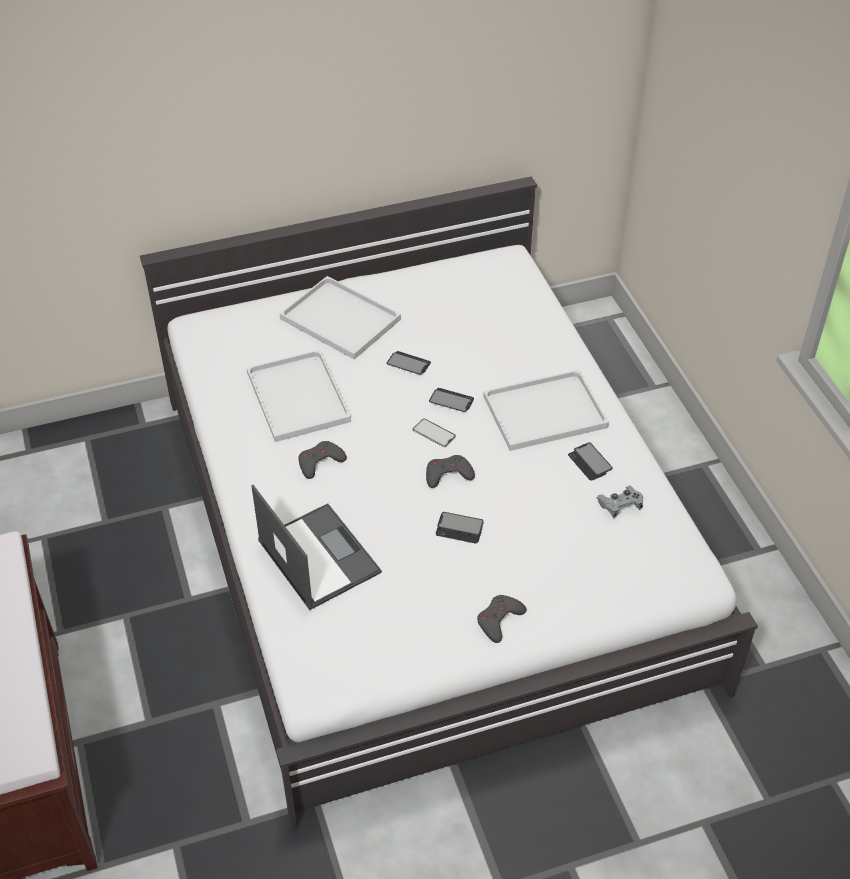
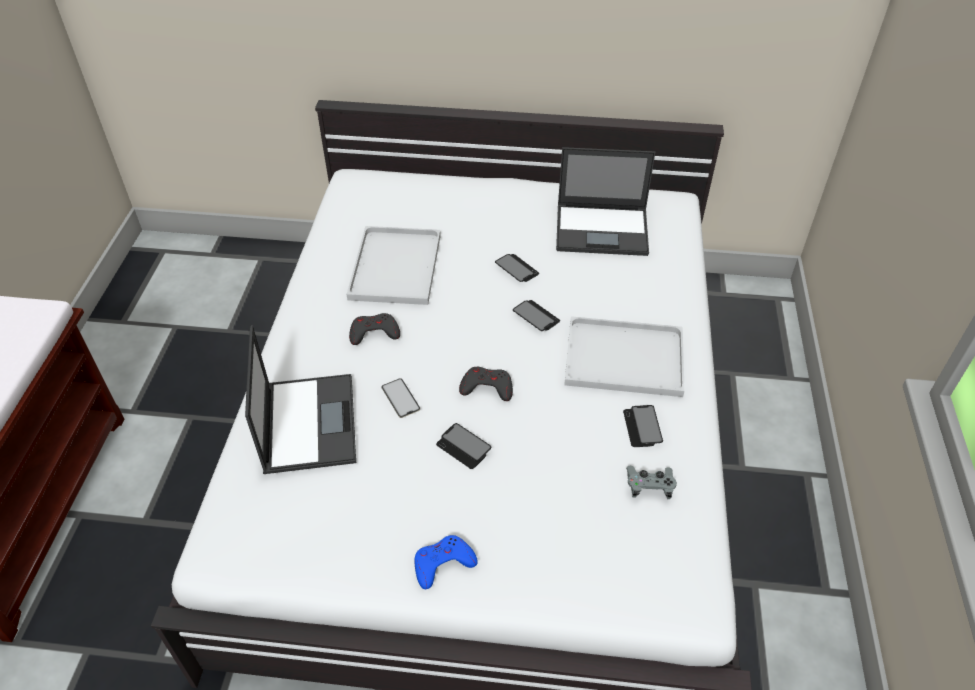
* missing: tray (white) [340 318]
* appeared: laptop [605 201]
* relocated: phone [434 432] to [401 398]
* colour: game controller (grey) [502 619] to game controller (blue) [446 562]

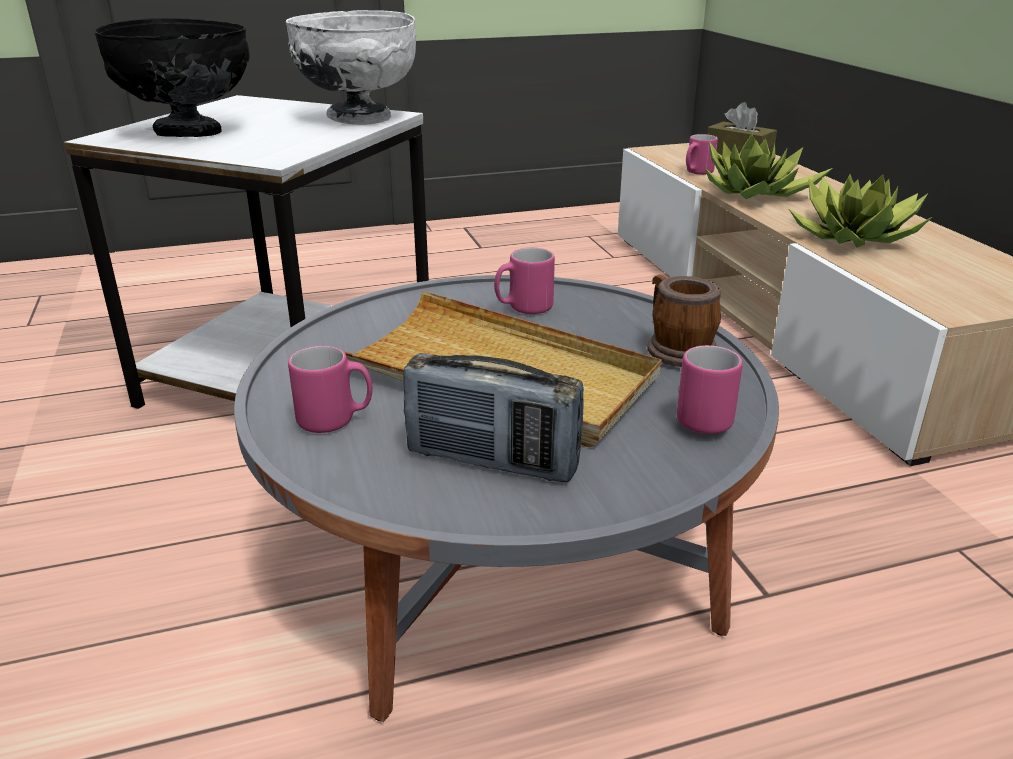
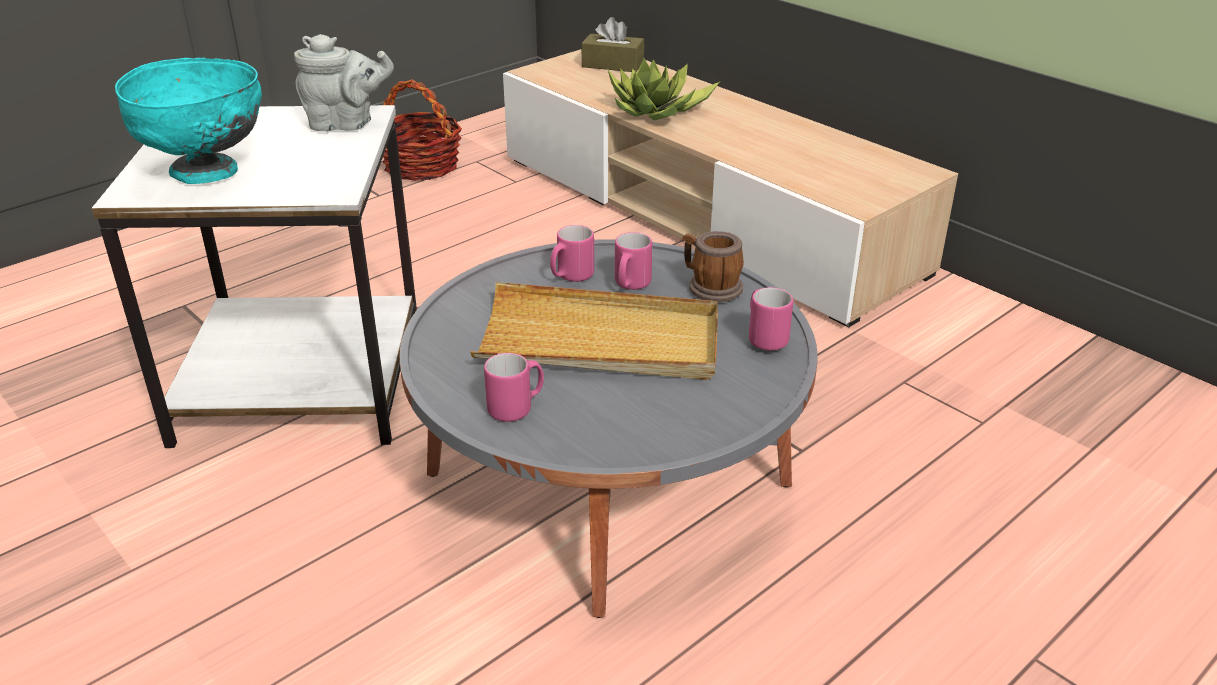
* missing: radio [493 417]
* missing: potted plant [860 211]
* appeared: basket [422 130]
* relocated: mug (pink) [702 154] to [633 261]
* exchanged: bowl (white) [351 67] to teapot (grey) [344 82]
* colour: bowl (black) [172 77] to bowl (turquoise) [188 121]

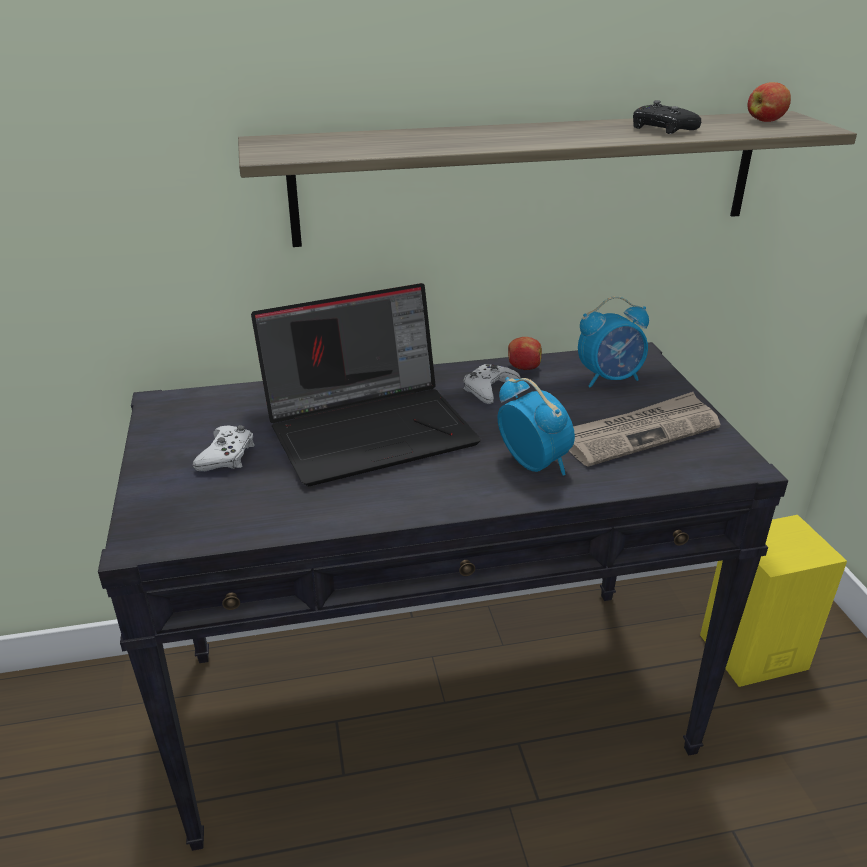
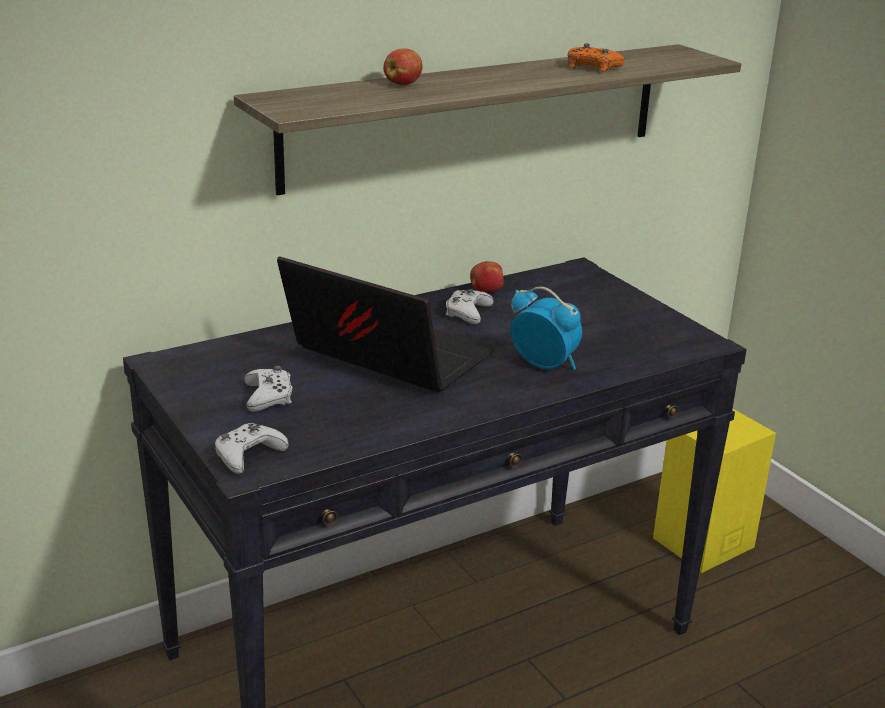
* missing: newspaper [645 429]
* missing: alarm clock [613 342]
* appeared: game controller (white) [252 448]
* relocated: apple [769 102] to [402 66]
* colour: game controller (black) [667 117] to game controller (orange) [596 57]
* spun: laptop [366 384] = [386 324] 105 degrees counterclockwise

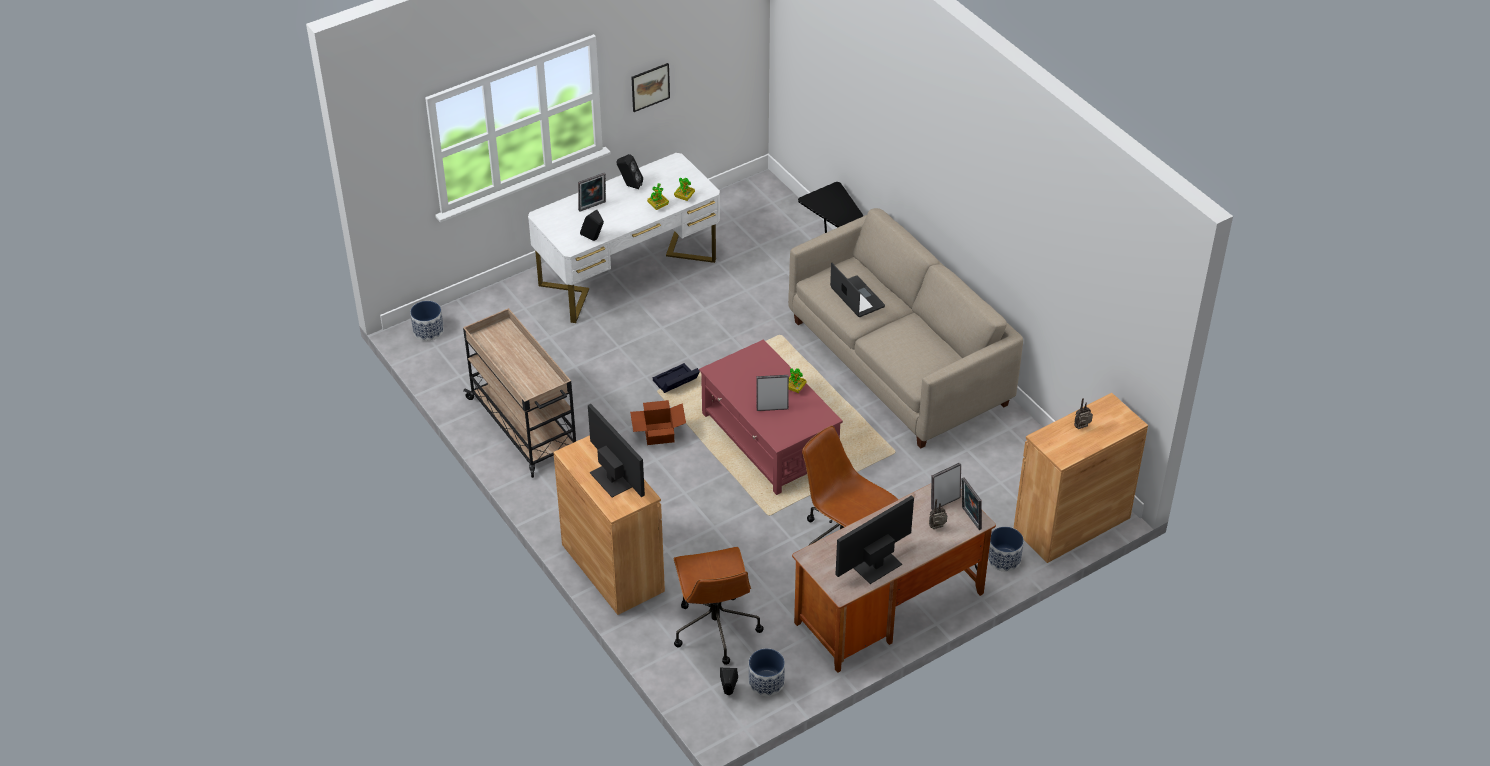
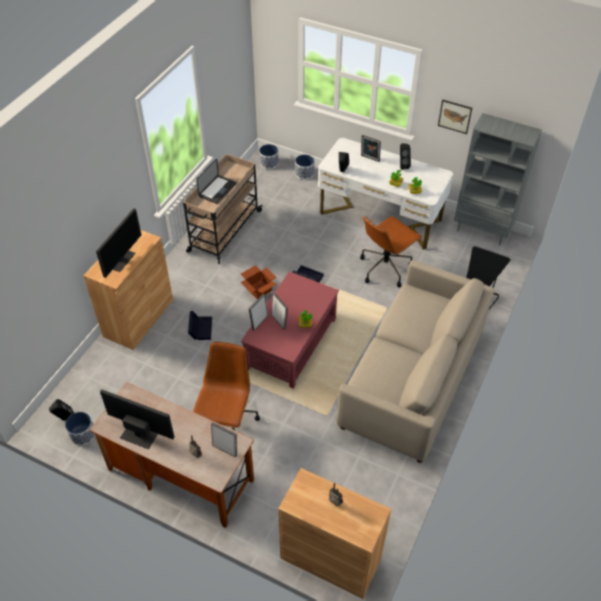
* appeared: storage box (black) [200 325]
* appeared: bookcase (grey) [498 179]
* relocated: office chair (brown) [719 606] to [391 251]
* relocated: laptop [857 290] to [216 181]
* relocated: picture frame [971 503] to [258 312]
* relocated: planter [1006 549] to [304 167]

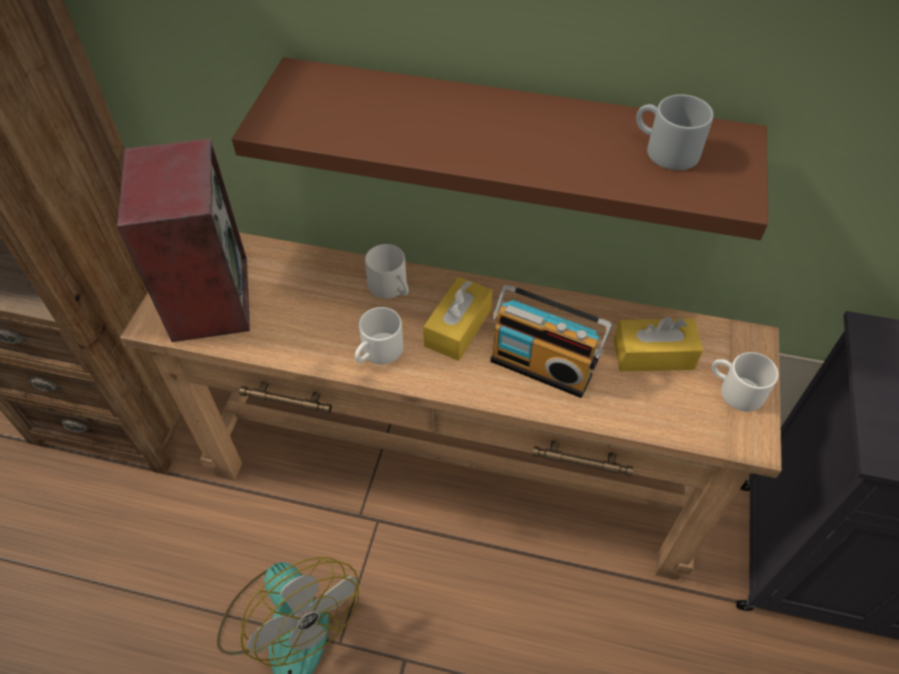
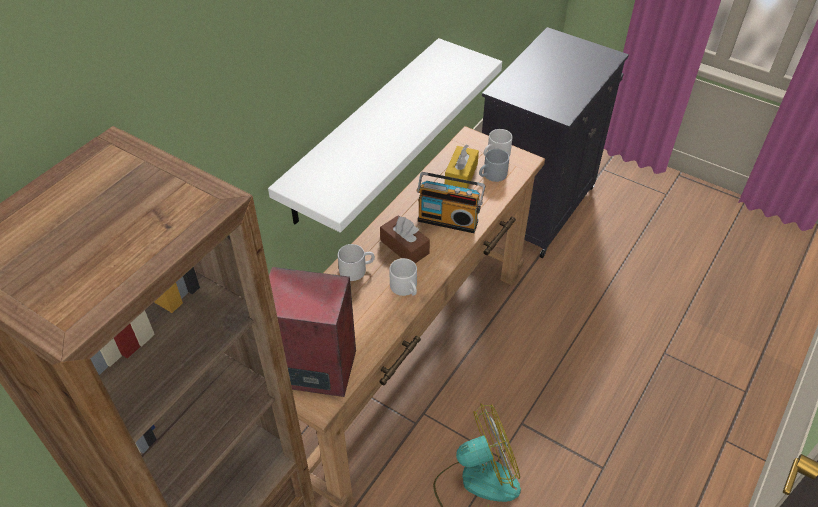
* relocated: mug (grey) [675 132] to [494 165]
* colour: shelf (brown) [500 148] to shelf (white) [385 135]
* colour: tissue box (yellow) [457 318] to tissue box (brown) [405 239]
* spun: radio [551 341] = [451 202] 60 degrees clockwise

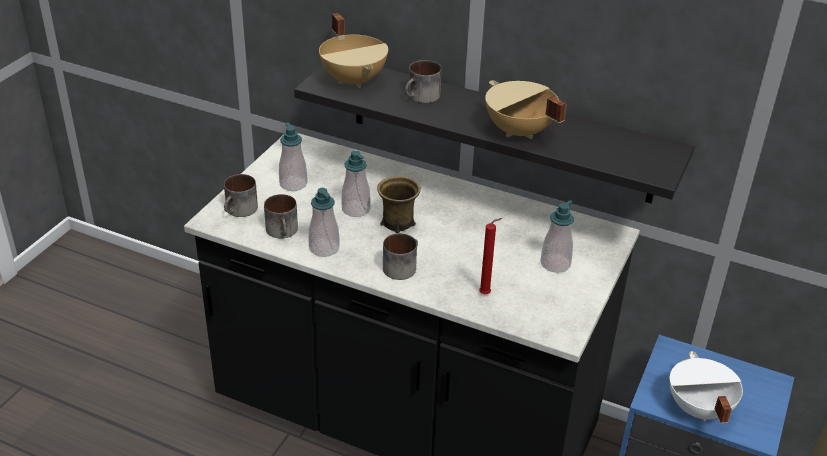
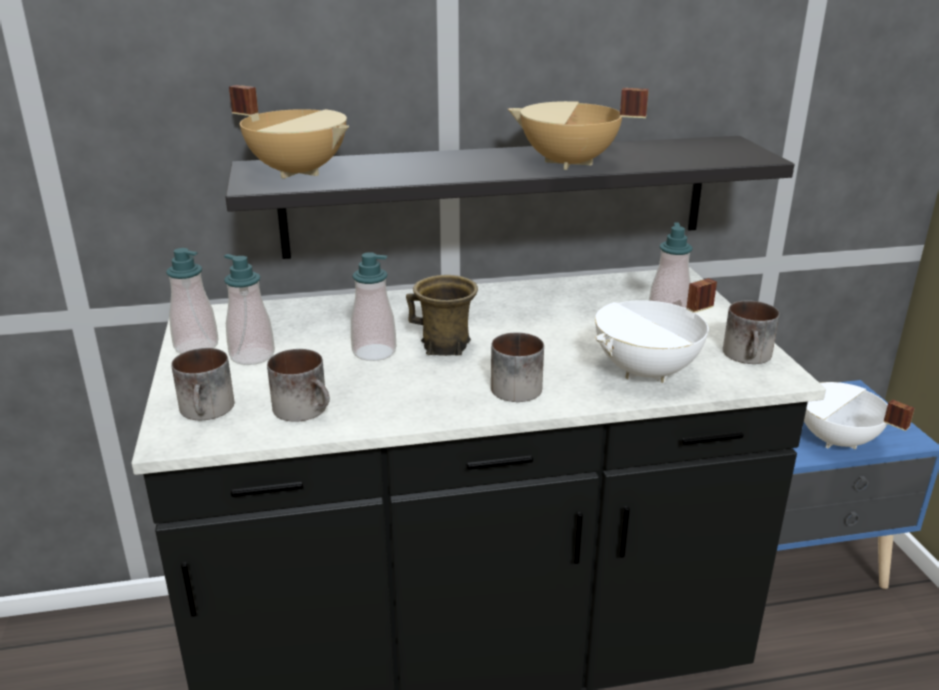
* relocated: soap dispenser [324 222] to [192 300]
* relocated: mug [423 81] to [751 332]
* exchanged: candle (red) [490 256] to cooking pot (white) [656 330]

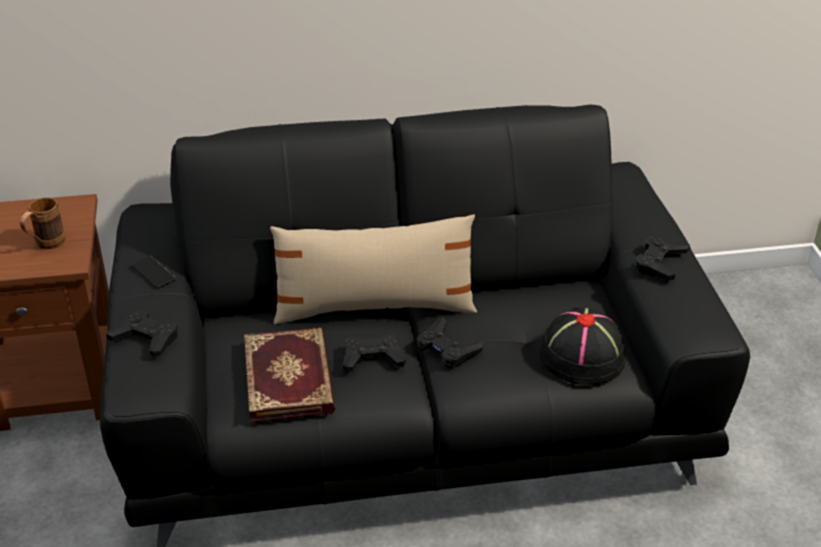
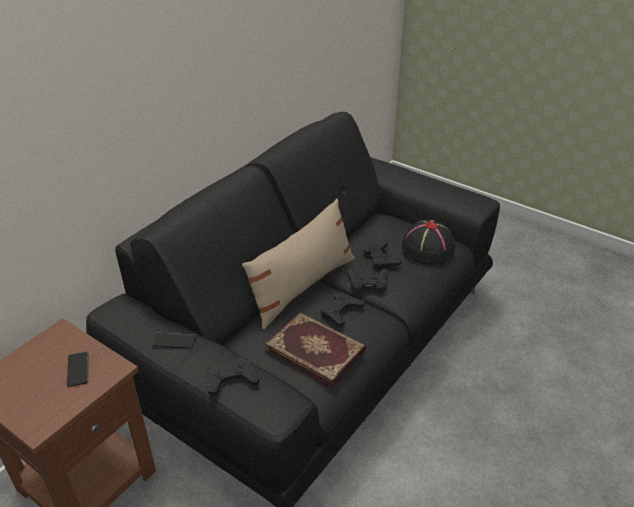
* relocated: game controller (black) [662 258] to [383 255]
* exchanged: mug (brown) [42 223] to phone [77 369]

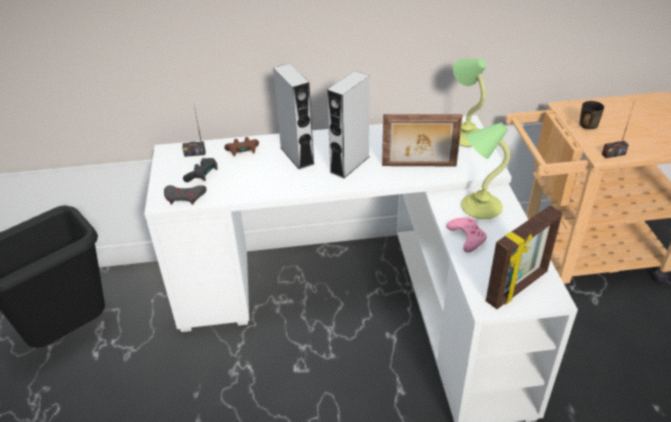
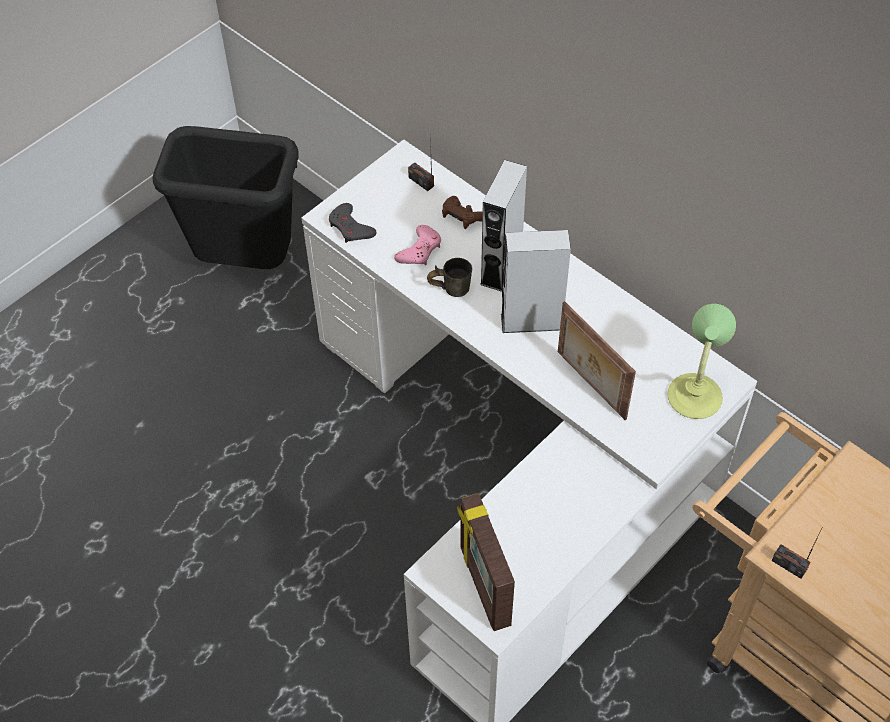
* missing: game controller (black) [200 170]
* missing: table lamp [485 171]
* relocated: game controller (pink) [466 235] to [417 245]
* relocated: mug (grey) [591 115] to [449 277]
* spun: picture frame [524 257] = [486 562] 60 degrees clockwise

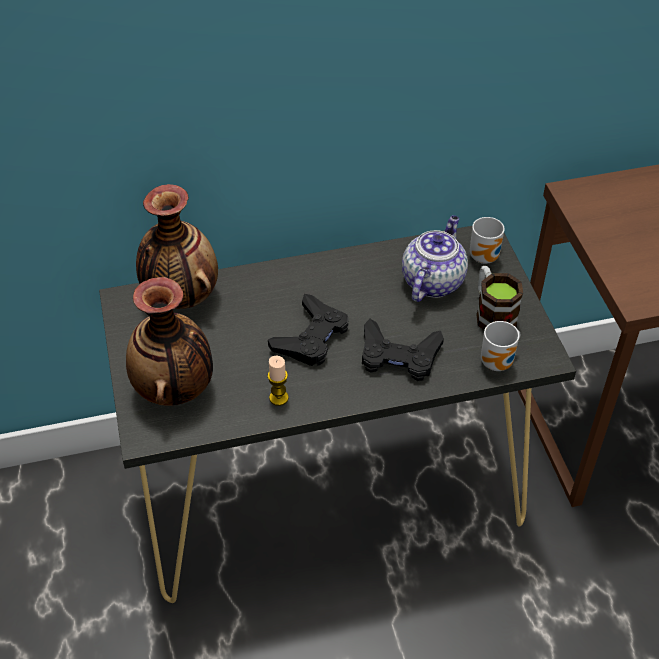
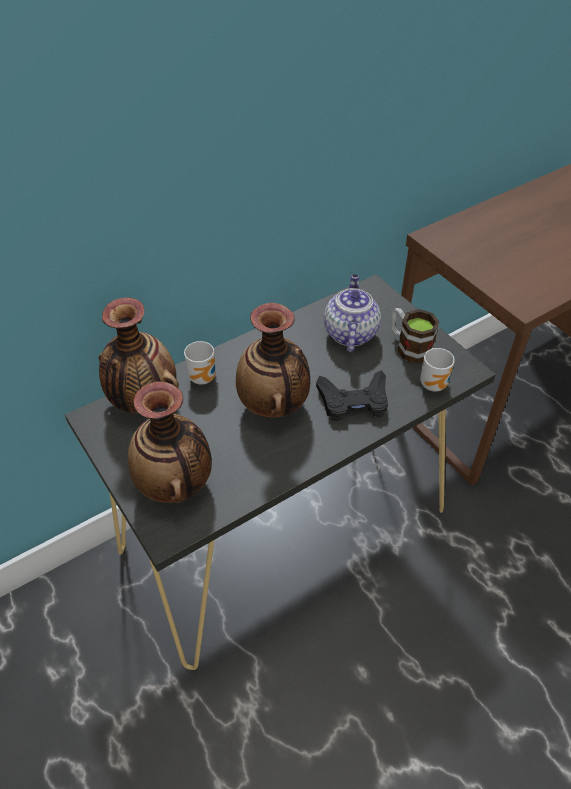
* missing: candle [278 381]
* relocated: mug [487 240] to [200 362]
* exchanged: game controller (black) [308 330] to vase [273 360]

